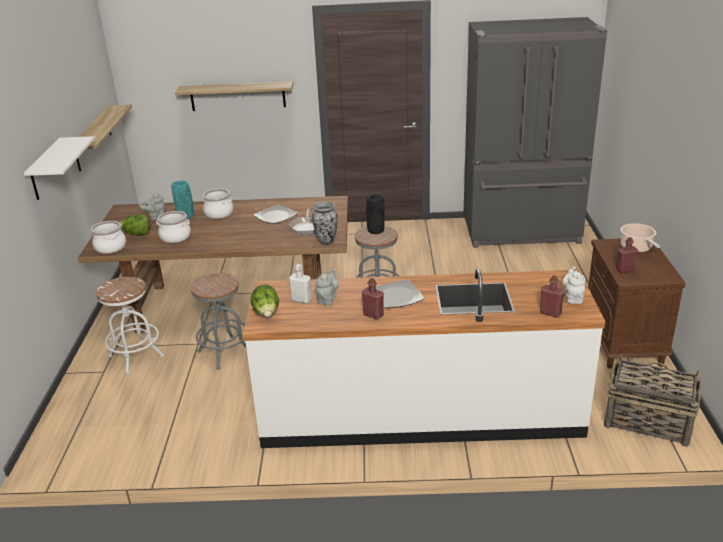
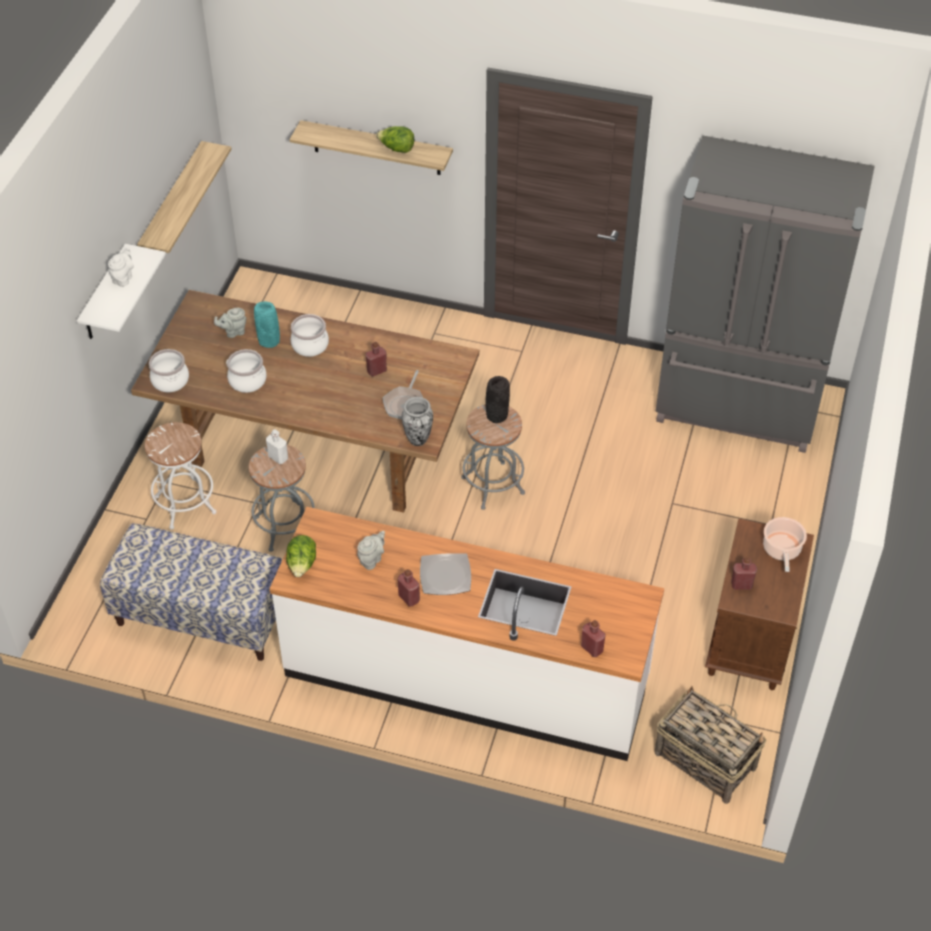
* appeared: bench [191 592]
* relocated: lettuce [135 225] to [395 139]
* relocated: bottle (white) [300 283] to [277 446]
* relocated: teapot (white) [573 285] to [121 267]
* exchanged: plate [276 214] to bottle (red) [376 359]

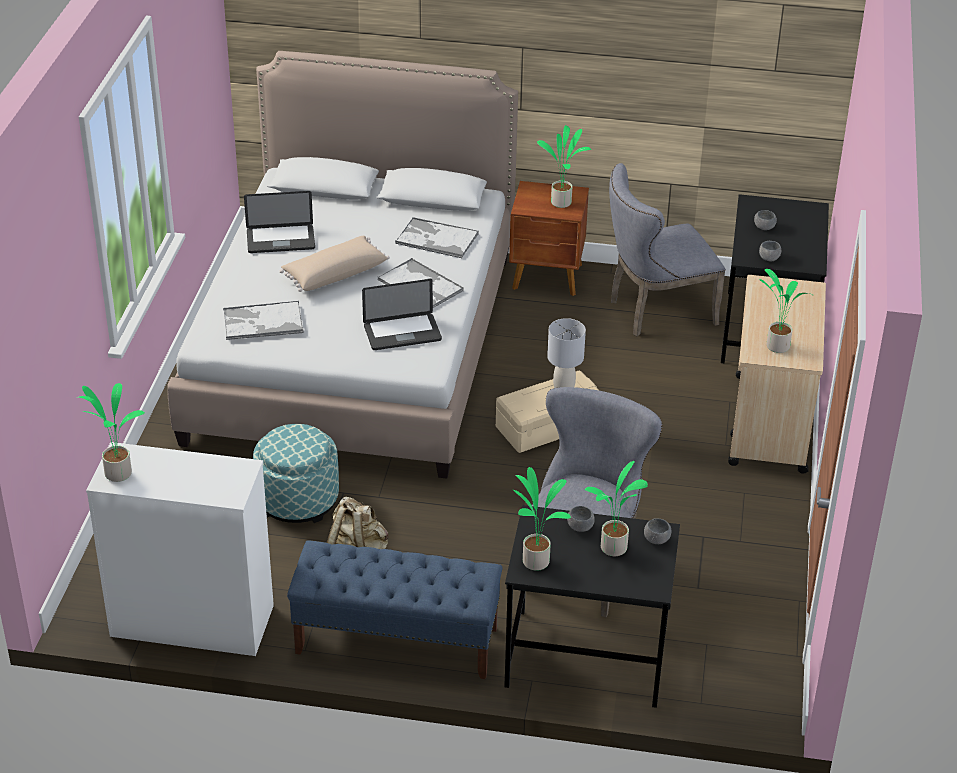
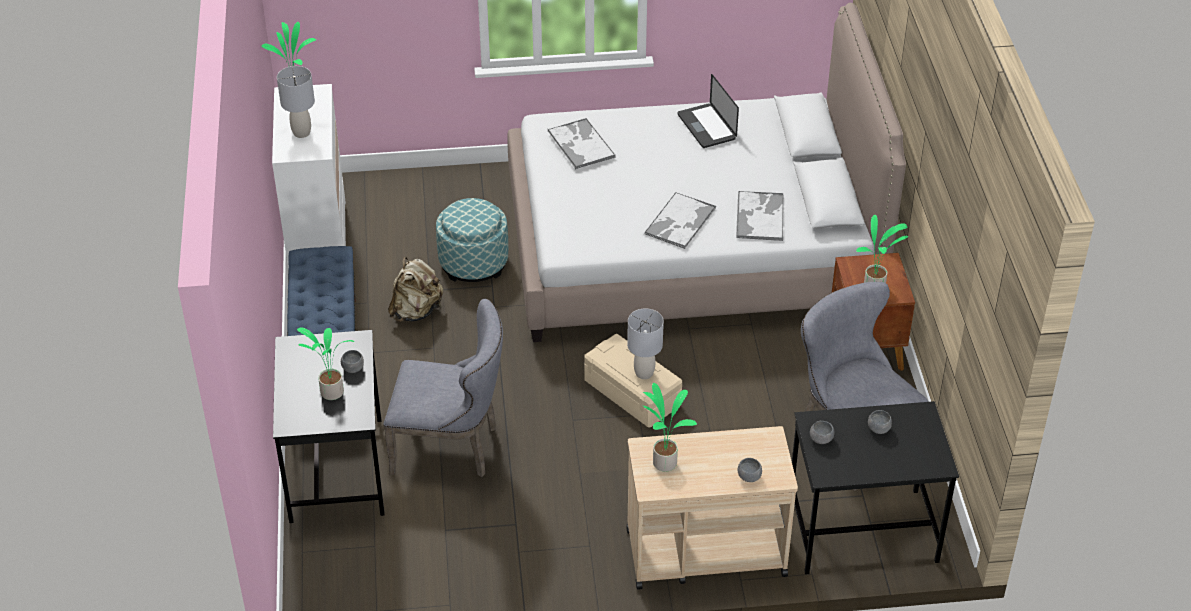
* missing: pillow (beige) [335 264]
* missing: laptop [402 314]
* missing: potted plant [542 519]
* appeared: table lamp (grey) [296 102]
* relocated: bowl (grey) [657 531] to [750 470]

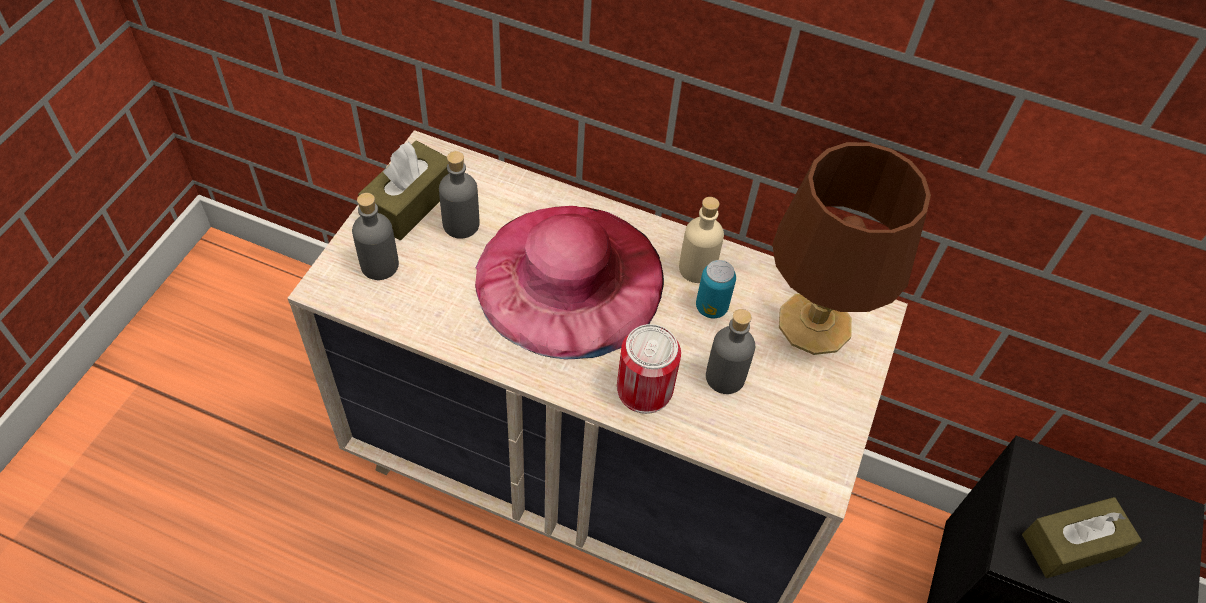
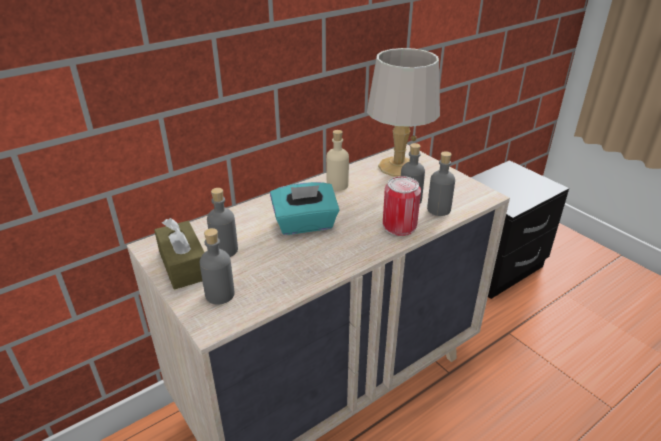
* missing: can [716 289]
* missing: tissue box (brown) [1082 537]
* appeared: bottle (grey) [441 183]
* exchanged: hat (pink) [569 282] to tissue box (turquoise) [304 208]
* colour: table lamp (brown) [851 248] to table lamp (grey) [403 112]

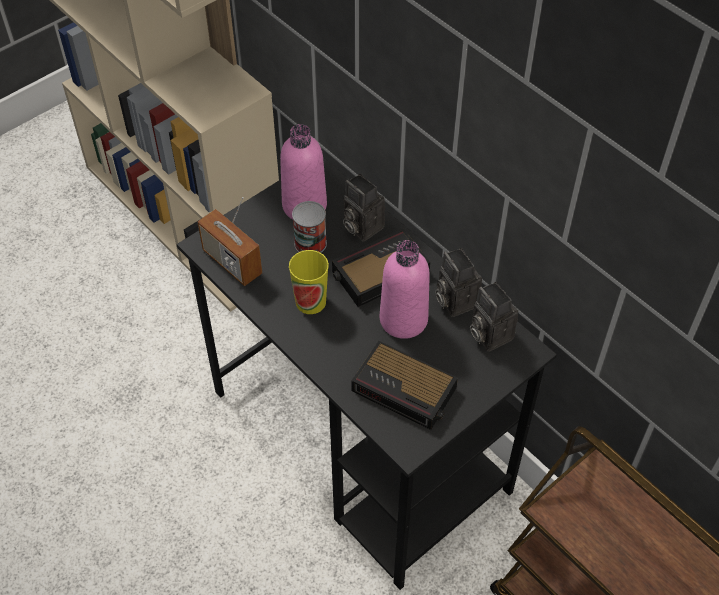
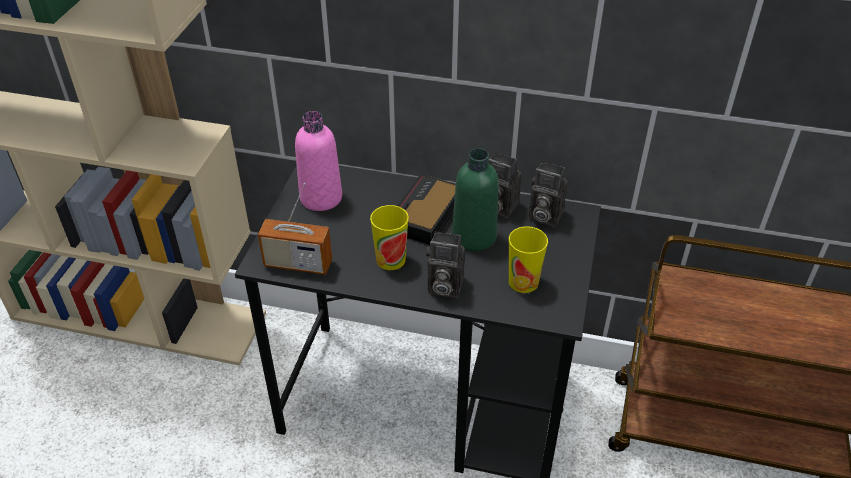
* missing: can [309 227]
* relocated: photo camera [364 207] to [445 264]
* exchanged: alarm clock [404 385] to cup [528 259]
* colour: bottle (pink) [405 289] to bottle (green) [475 199]

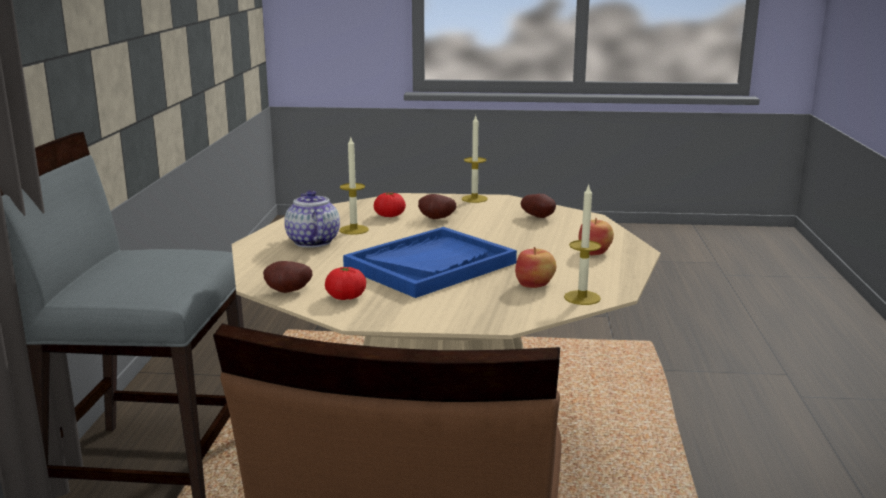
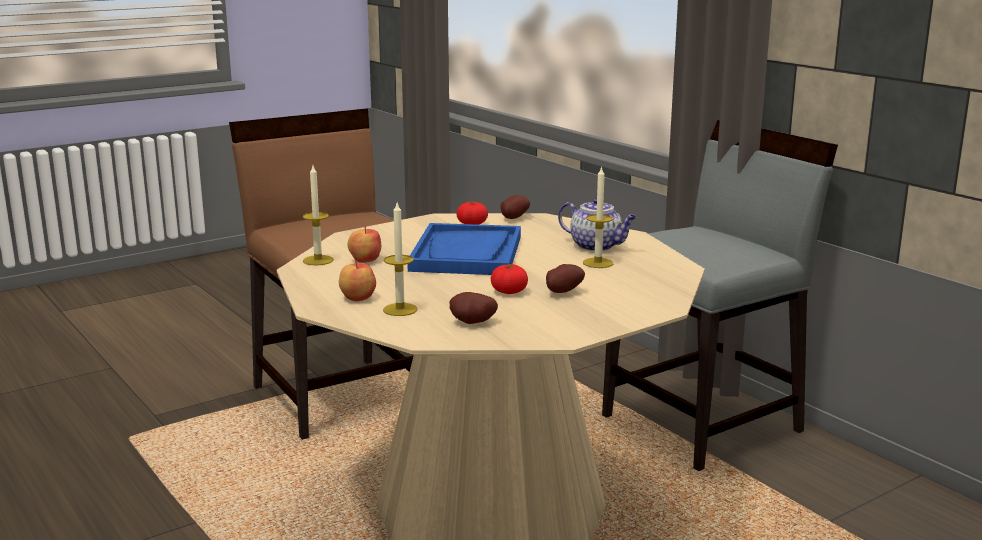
* relocated: tomato [390 204] to [509 279]
* relocated: candle [475 159] to [400 259]

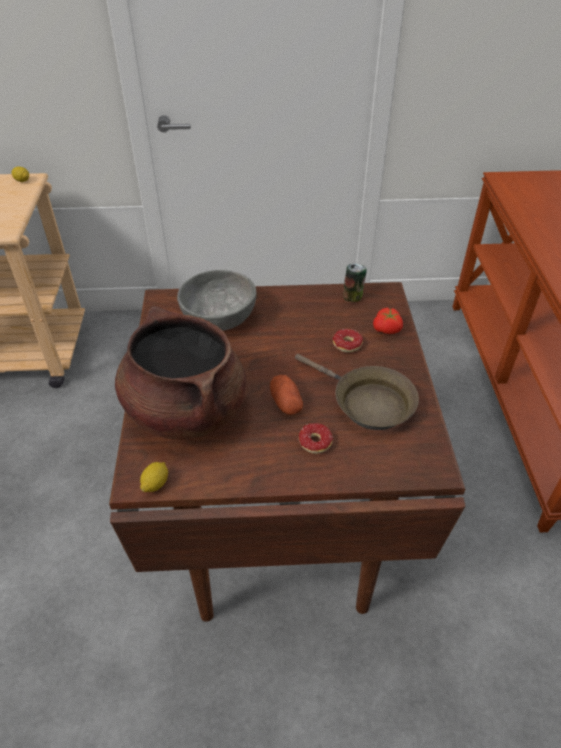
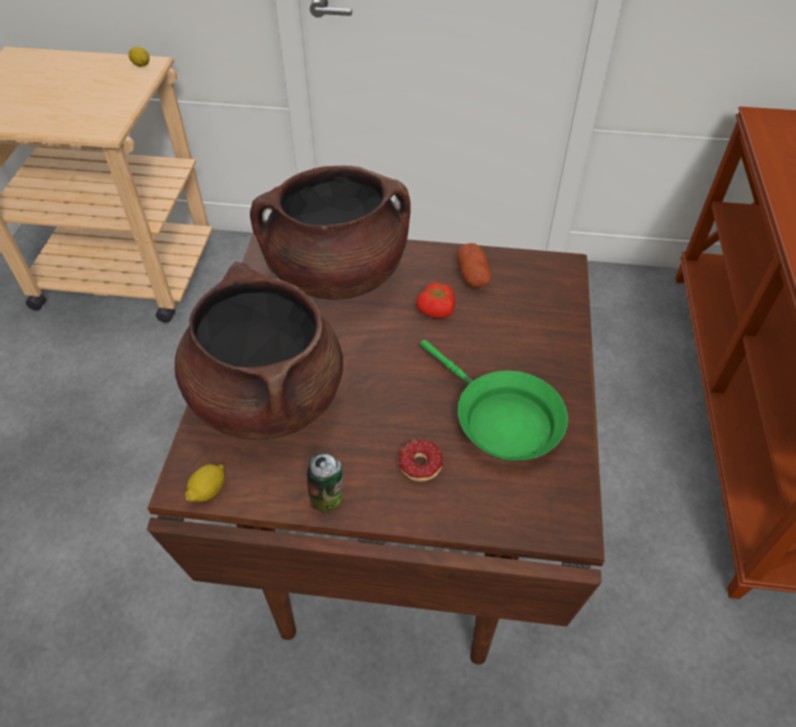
* missing: donut [348 340]
* relocated: potato [286 395] to [474 265]
* relocated: can [355 282] to [325 483]
* relocated: tomato [388 321] to [435 300]
* exchanged: bowl (grey) [216 300] to cooking pot (brown) [330 233]
* colour: frying pan (brown) [357 392] to frying pan (green) [494 400]

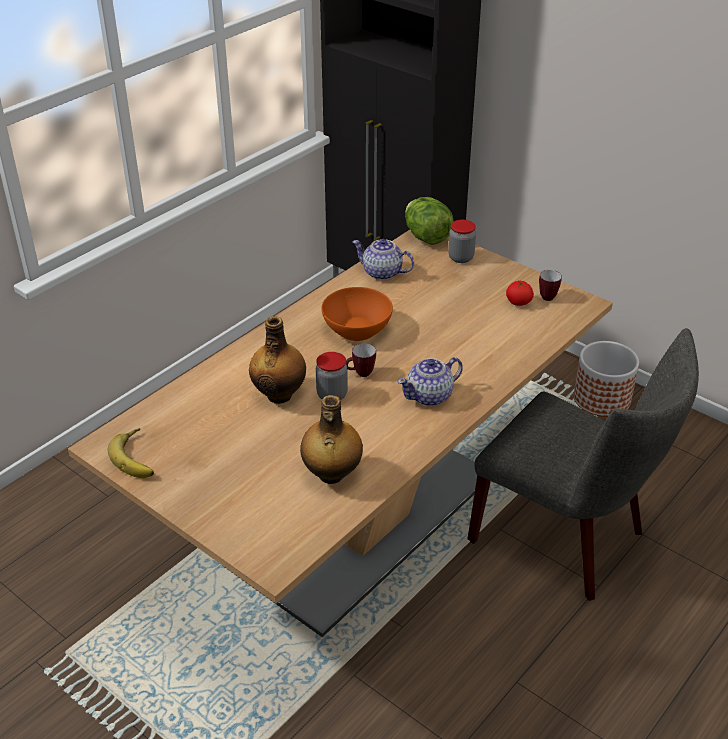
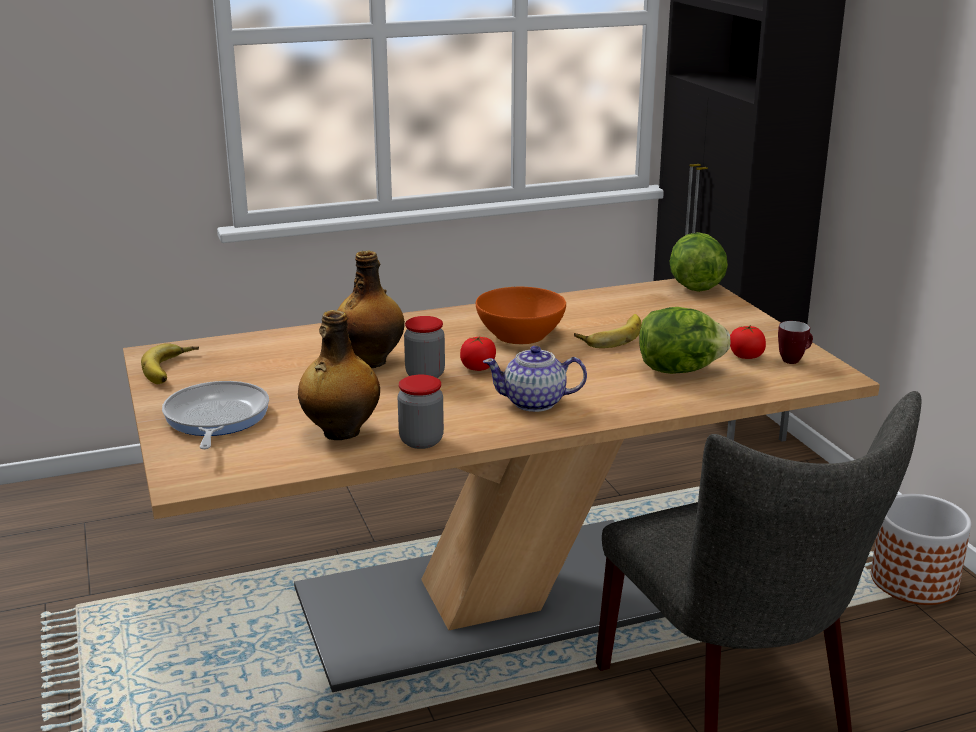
* missing: teapot [383 259]
* appeared: frying pan [215 415]
* appeared: banana [608 331]
* appeared: lettuce [684 340]
* relocated: jar [462 241] to [421 412]
* exchanged: mug [361 360] to tomato [478 353]

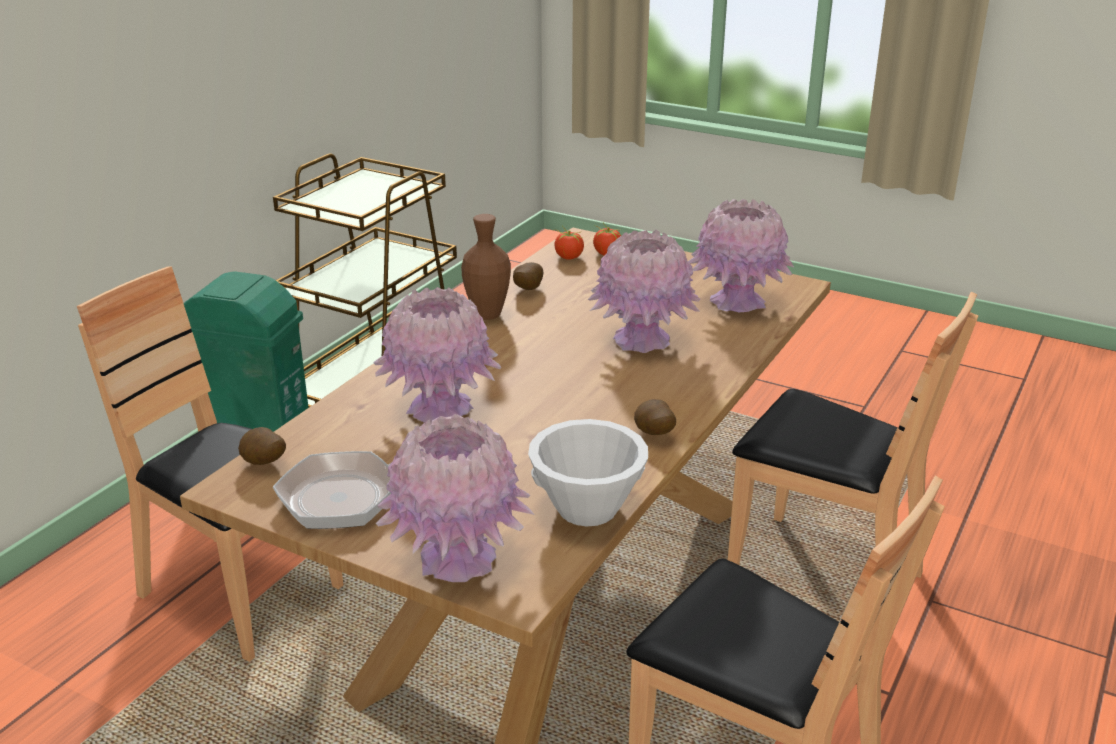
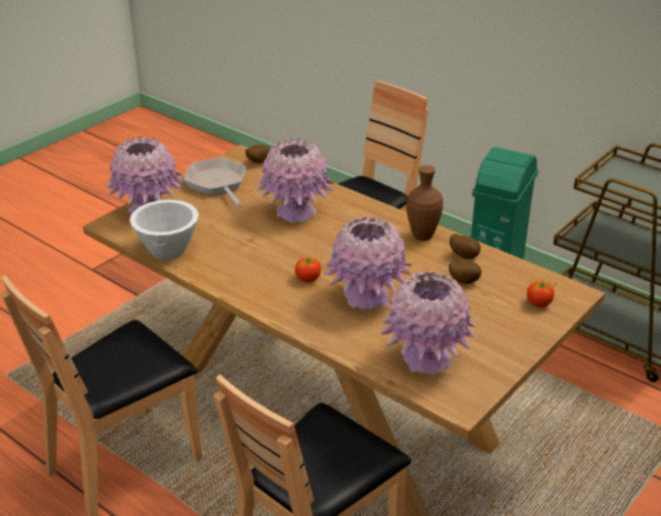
* relocated: tomato [569 243] to [308 267]
* relocated: potato [655 417] to [465 272]

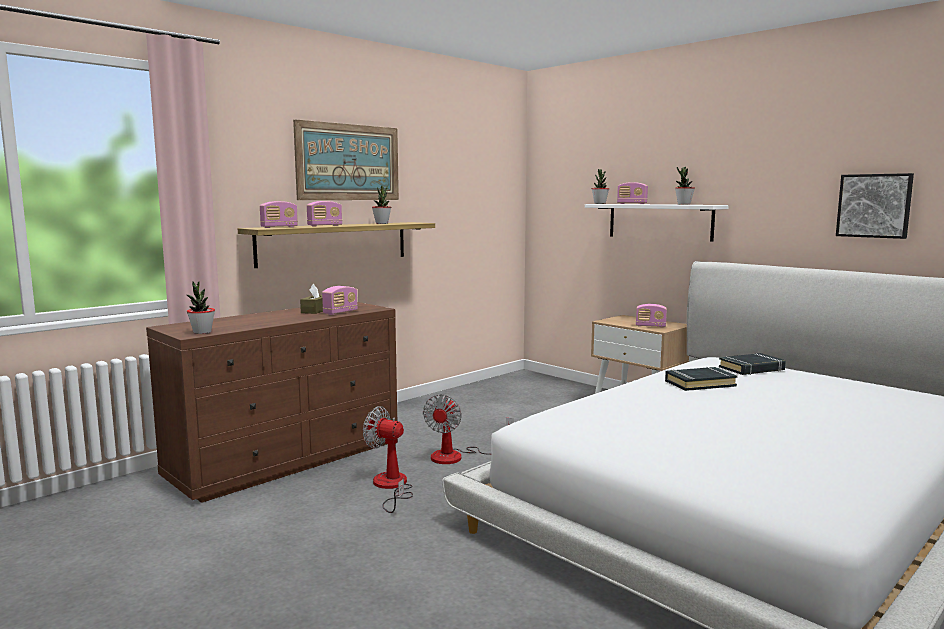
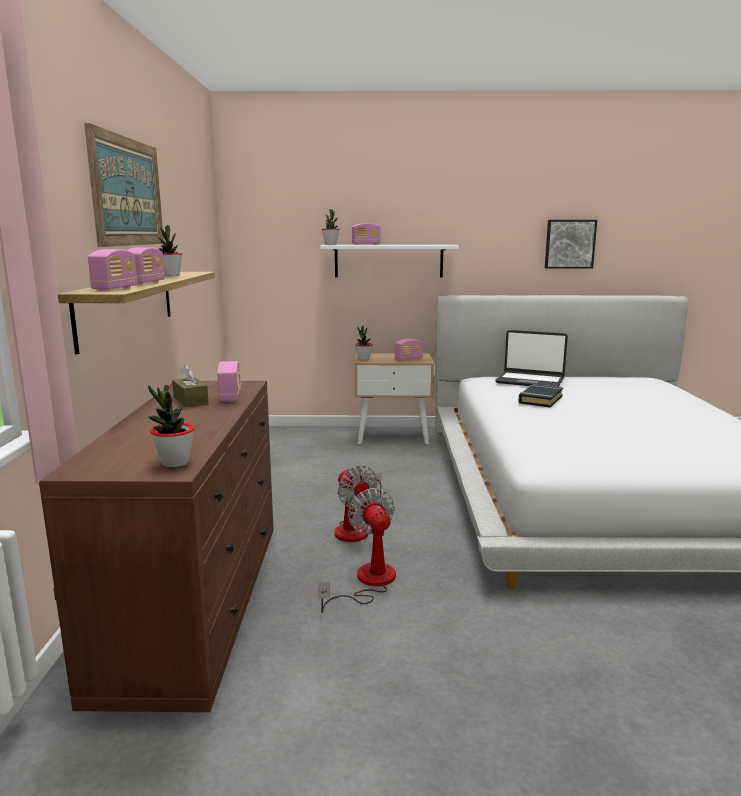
* relocated: potted plant [685 186] to [364 343]
* exchanged: book (black) [752 364] to laptop [531 358]
* spun: fan [388 459] = [357 550] 90 degrees clockwise

